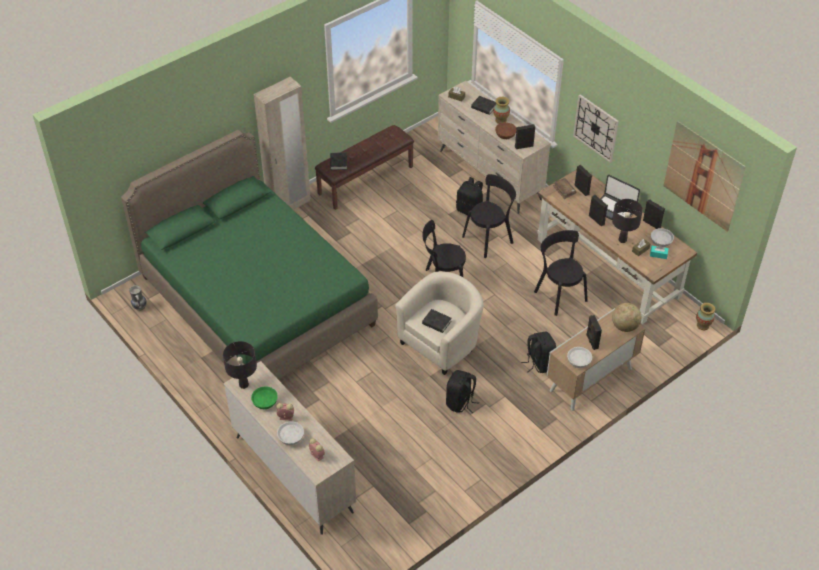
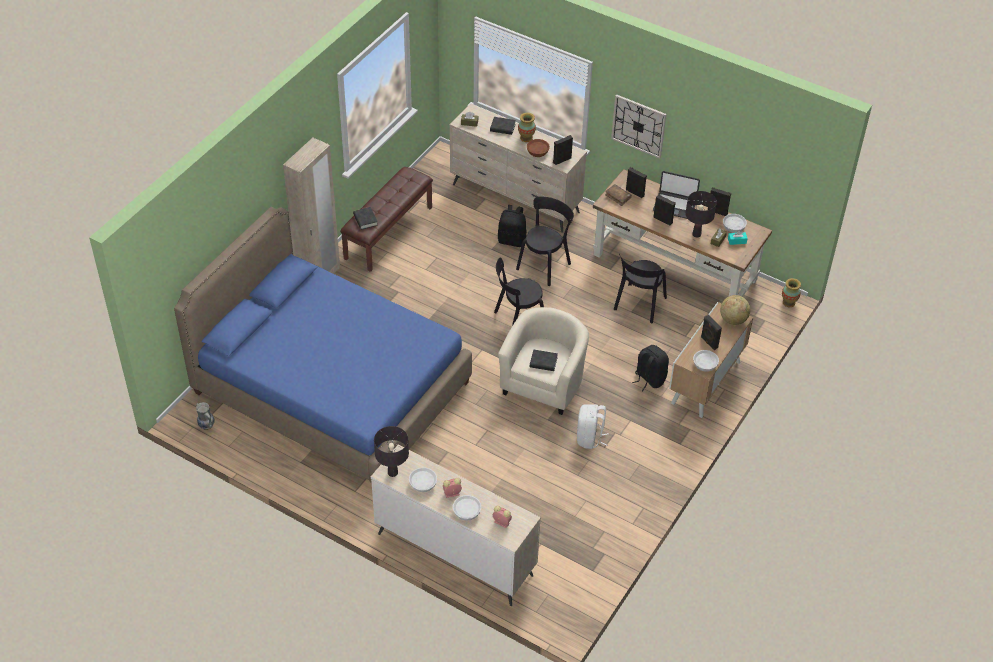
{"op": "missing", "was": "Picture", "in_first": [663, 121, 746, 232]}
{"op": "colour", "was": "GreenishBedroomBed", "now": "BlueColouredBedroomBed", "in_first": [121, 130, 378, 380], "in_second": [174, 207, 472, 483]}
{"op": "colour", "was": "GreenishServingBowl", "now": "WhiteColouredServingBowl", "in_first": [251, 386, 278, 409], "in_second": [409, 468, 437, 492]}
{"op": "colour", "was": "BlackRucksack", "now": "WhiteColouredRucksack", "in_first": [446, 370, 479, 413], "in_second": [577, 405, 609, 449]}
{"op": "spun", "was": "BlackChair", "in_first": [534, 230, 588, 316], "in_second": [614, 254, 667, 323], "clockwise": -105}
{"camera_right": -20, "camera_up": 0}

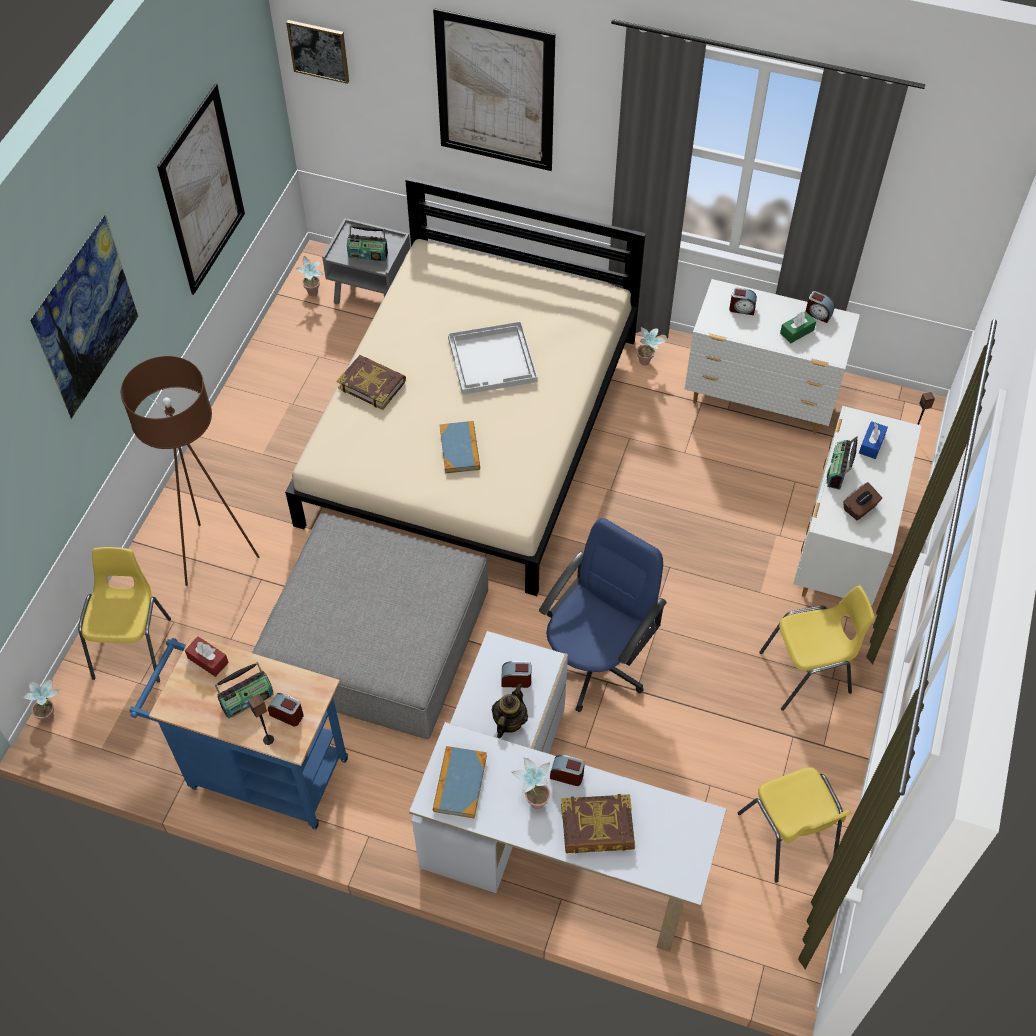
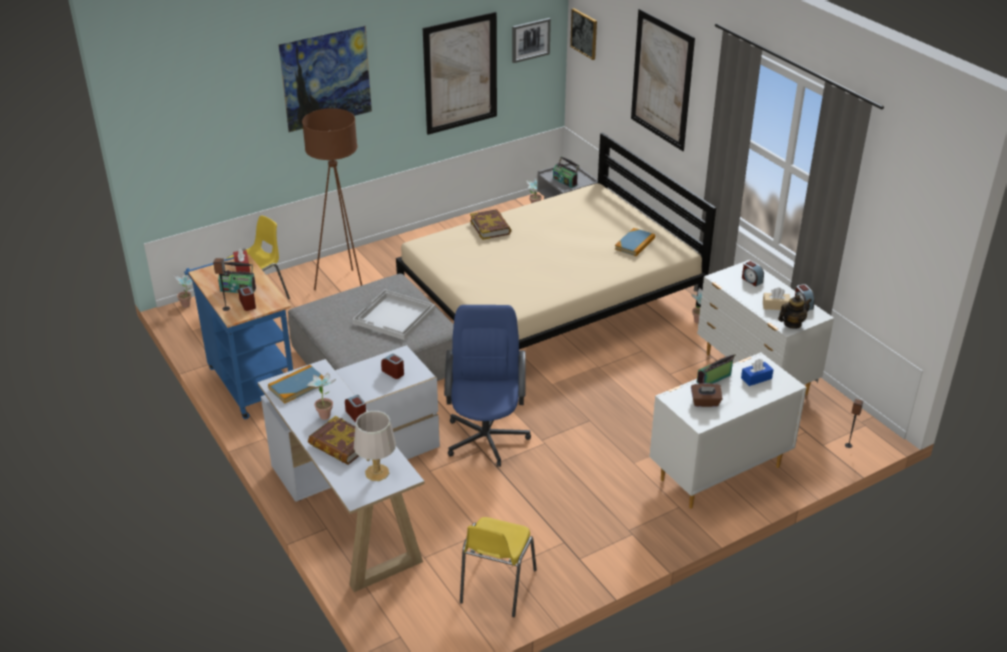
{"op": "missing", "was": "YellowColouredChair", "in_first": [759, 586, 875, 711]}
{"op": "appeared", "now": "GrayTableLamp", "in_second": [354, 411, 396, 481]}
{"op": "appeared", "now": "Picture", "in_second": [512, 18, 551, 63]}
{"op": "relocated", "was": "BoundBook", "in_first": [440, 421, 480, 473], "in_second": [615, 228, 655, 256]}
{"op": "relocated", "was": "WhiteColouredCarryingTray", "in_first": [448, 321, 538, 395], "in_second": [353, 289, 435, 340]}
{"op": "relocated", "was": "PotForTea", "in_first": [492, 683, 528, 738], "in_second": [778, 295, 812, 329]}
{"op": "colour", "was": "GreenishBoxOfTissues", "now": "SandColouredBoxOfTissues", "in_first": [780, 311, 816, 343], "in_second": [763, 288, 790, 310]}
{"op": "spun", "was": "BlueColouredDeskChair", "in_first": [539, 518, 667, 712], "in_second": [444, 305, 531, 467], "clockwise": -75}
{"camera_right": 40, "camera_up": -20}

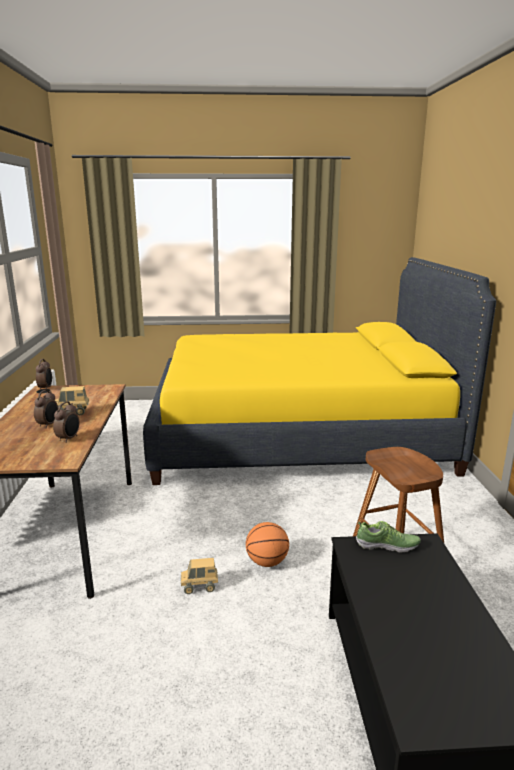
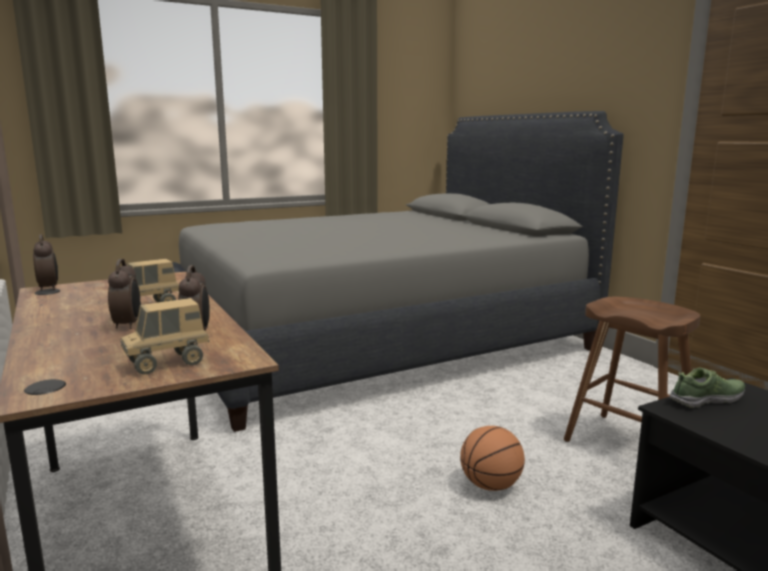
{"op": "relocated", "was": "ModelTruck", "in_first": [181, 558, 218, 594], "in_second": [121, 298, 209, 375]}
{"op": "colour", "was": "YellowColouredBedroomBed", "now": "GrayBedroomBed", "in_first": [143, 257, 496, 485], "in_second": [172, 111, 624, 432]}
{"camera_right": -25, "camera_up": -5}

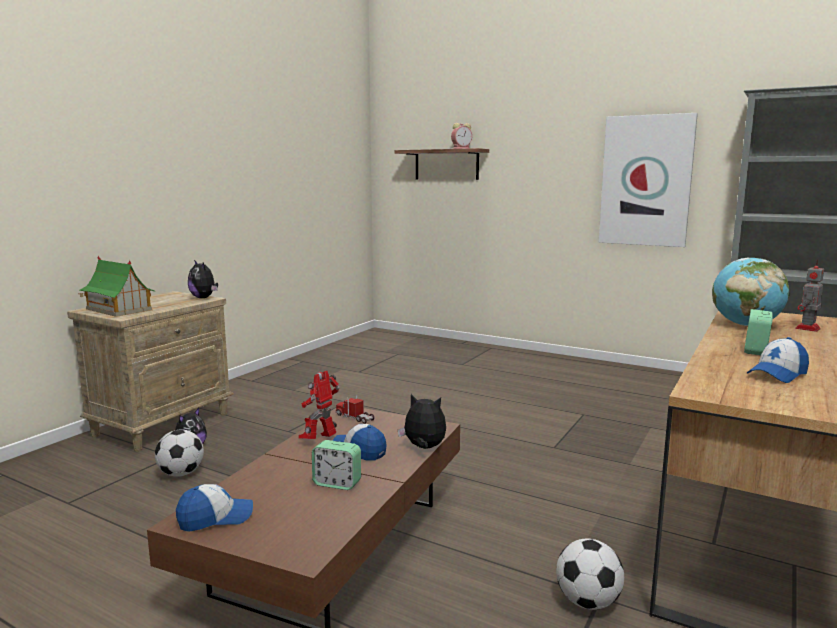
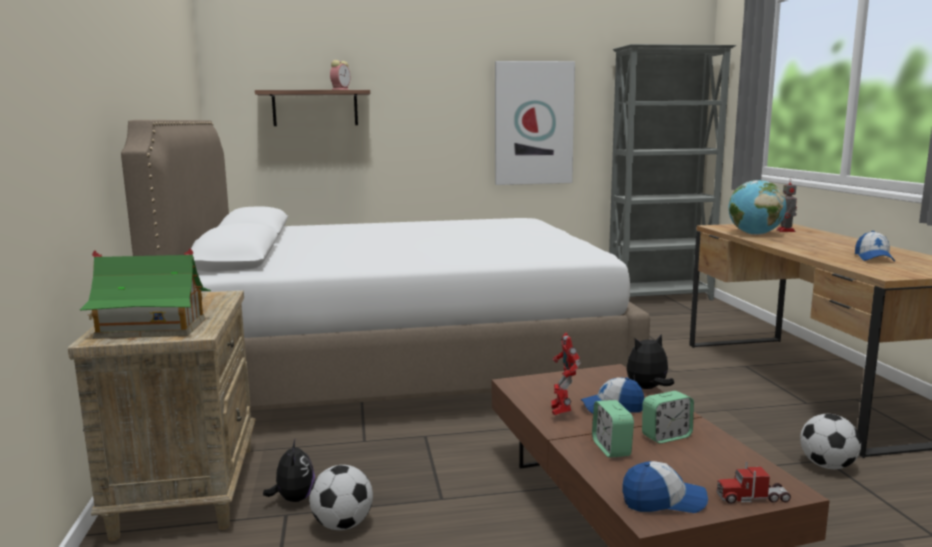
{"op": "missing", "was": "SoftToy", "in_first": [188, 260, 218, 298]}
{"op": "appeared", "now": "WhiteColouredBedroomBed", "in_second": [121, 120, 650, 411]}
{"op": "relocated", "was": "ModelTruck", "in_first": [336, 395, 375, 424], "in_second": [716, 462, 791, 504]}
{"op": "relocated", "was": "AlarmClock", "in_first": [744, 309, 773, 355], "in_second": [592, 400, 634, 458]}
{"op": "spun", "was": "BaseballCap", "in_first": [176, 484, 253, 532], "in_second": [622, 461, 708, 513], "clockwise": 60}
{"camera_right": -40, "camera_up": 0}

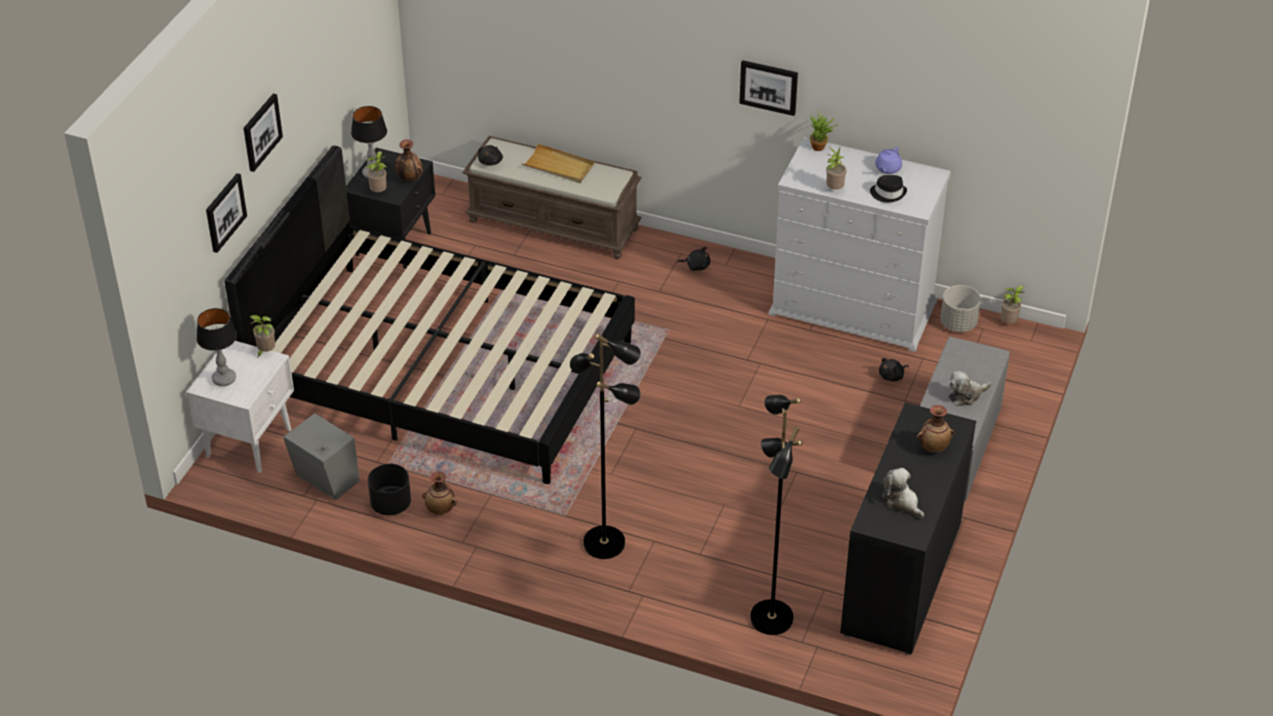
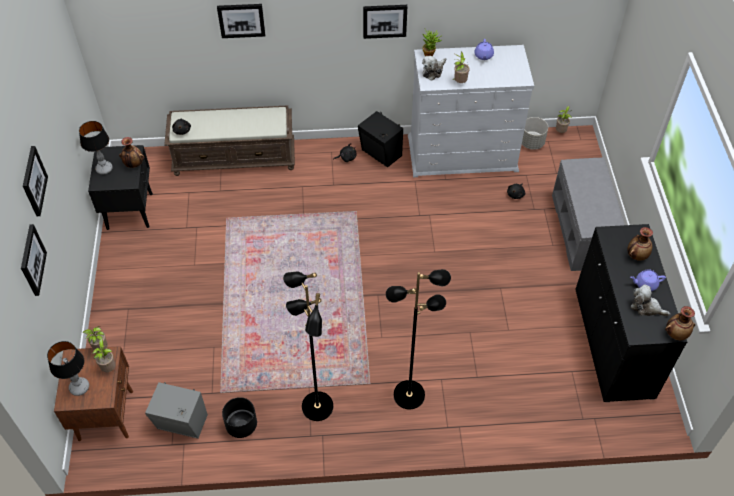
{"op": "missing", "was": "BlackBedroomBed", "in_first": [225, 146, 635, 484]}
{"op": "missing", "was": "SandColouredCarryingTray", "in_first": [522, 143, 595, 183]}
{"op": "missing", "was": "BlackClothingHat", "in_first": [870, 175, 907, 202]}
{"op": "appeared", "now": "Picture", "in_second": [217, 4, 265, 38]}
{"op": "appeared", "now": "BlackSpeaker", "in_second": [358, 111, 403, 167]}
{"op": "appeared", "now": "PurplePotForTea", "in_second": [630, 269, 666, 291]}
{"op": "relocated", "was": "PlantInAPot", "in_first": [366, 151, 387, 192], "in_second": [92, 338, 116, 372]}
{"op": "relocated", "was": "DecorativeVase", "in_first": [422, 471, 457, 515], "in_second": [665, 306, 695, 340]}
{"op": "relocated", "was": "BlackStandardLamp", "in_first": [750, 395, 803, 635], "in_second": [283, 272, 333, 421]}
{"op": "relocated", "was": "SoftToy", "in_first": [949, 371, 992, 406], "in_second": [422, 56, 446, 81]}
{"op": "colour", "was": "WhiteColouredNightTable", "now": "BrownishNightTable", "in_first": [186, 341, 294, 473], "in_second": [54, 346, 133, 441]}
{"camera_right": -25, "camera_up": 10}

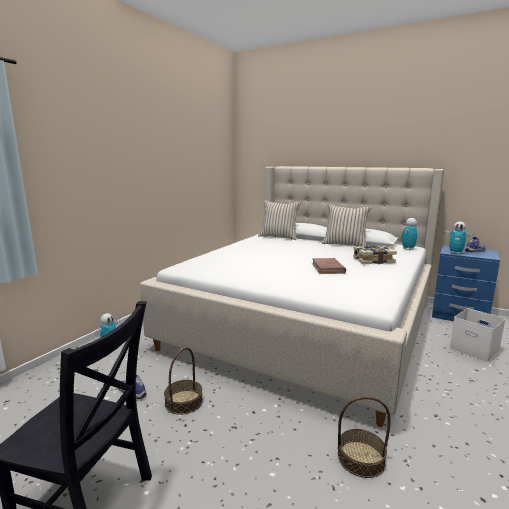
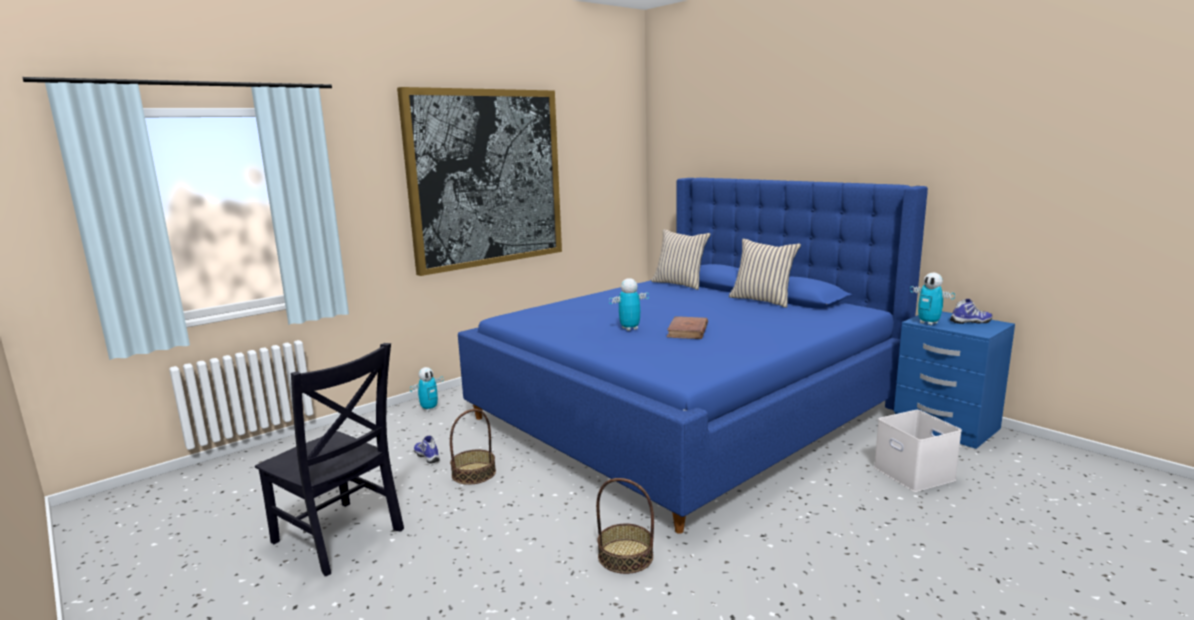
{"op": "missing", "was": "BoundBook", "in_first": [353, 246, 397, 264]}
{"op": "appeared", "now": "Picture", "in_second": [397, 87, 562, 276]}
{"op": "relocated", "was": "ModelRobot", "in_first": [402, 218, 417, 250], "in_second": [609, 278, 649, 331]}
{"op": "colour", "was": "SandColouredBedroomBed", "now": "BlueColouredBedroomBed", "in_first": [140, 166, 444, 427], "in_second": [458, 178, 928, 534]}
{"camera_right": 20, "camera_up": 0}

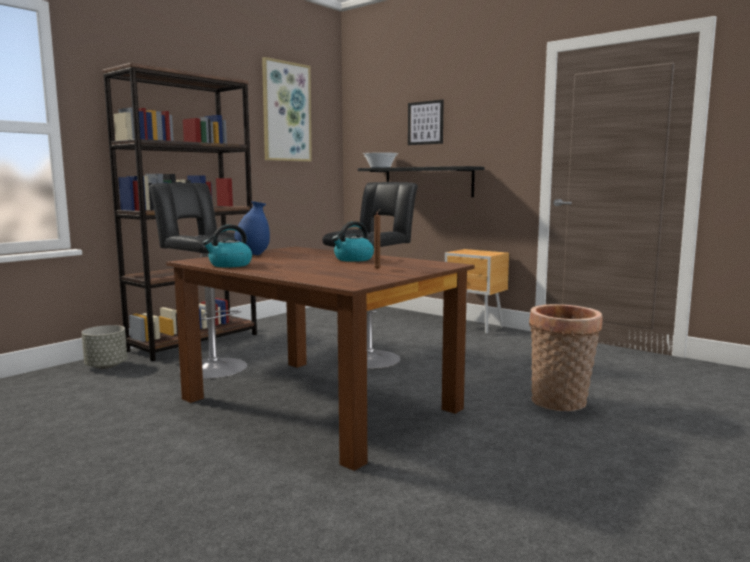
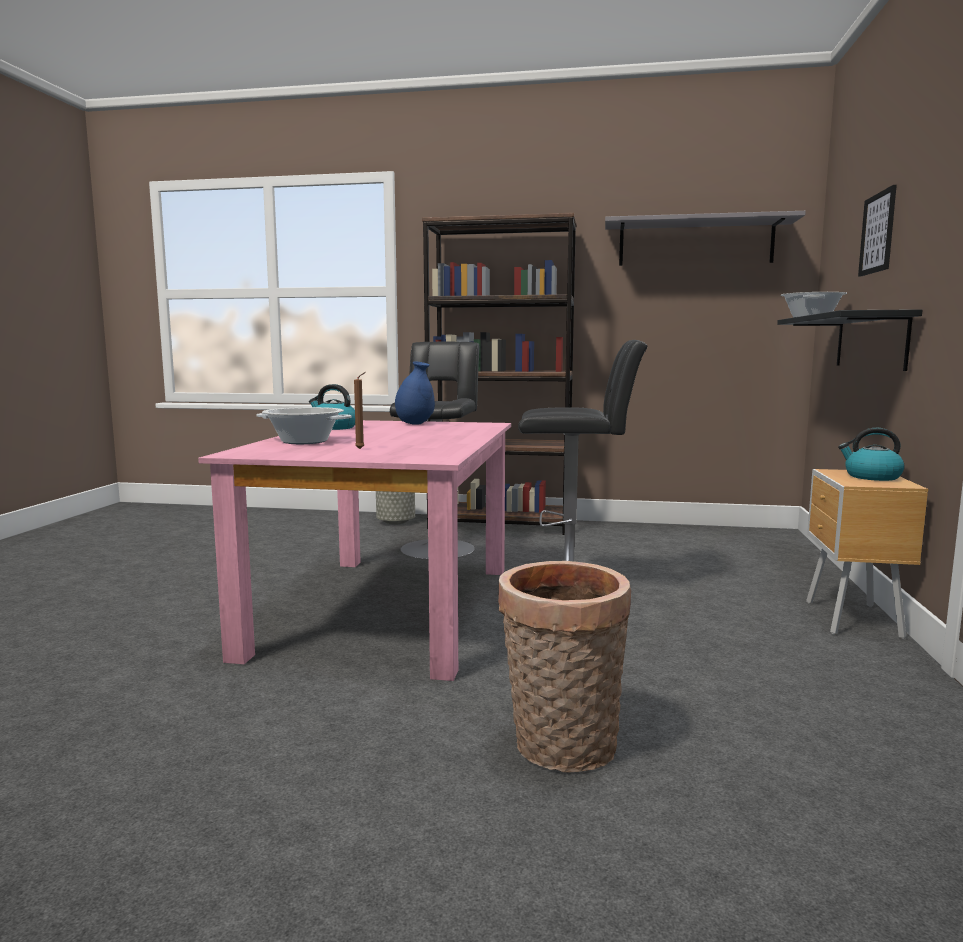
{"op": "appeared", "now": "Saucepot", "in_second": [256, 407, 352, 444]}
{"op": "relocated", "was": "WaterKettle", "in_first": [332, 221, 374, 262], "in_second": [838, 428, 905, 481]}
{"op": "exchanged", "was": "Picture", "now": "GrayBracketShelf", "in_first": [262, 57, 312, 162], "in_second": [605, 211, 806, 266]}
{"op": "colour", "was": "BrownishDiningTable", "now": "PinkDiningTable", "in_first": [166, 247, 475, 471], "in_second": [198, 420, 511, 681]}
{"camera_right": 60, "camera_up": 0}

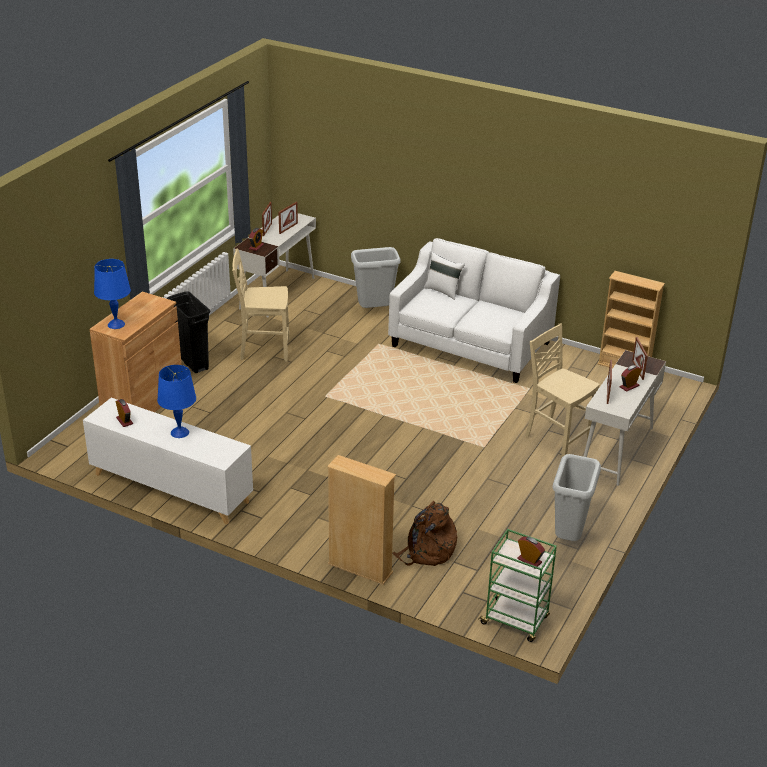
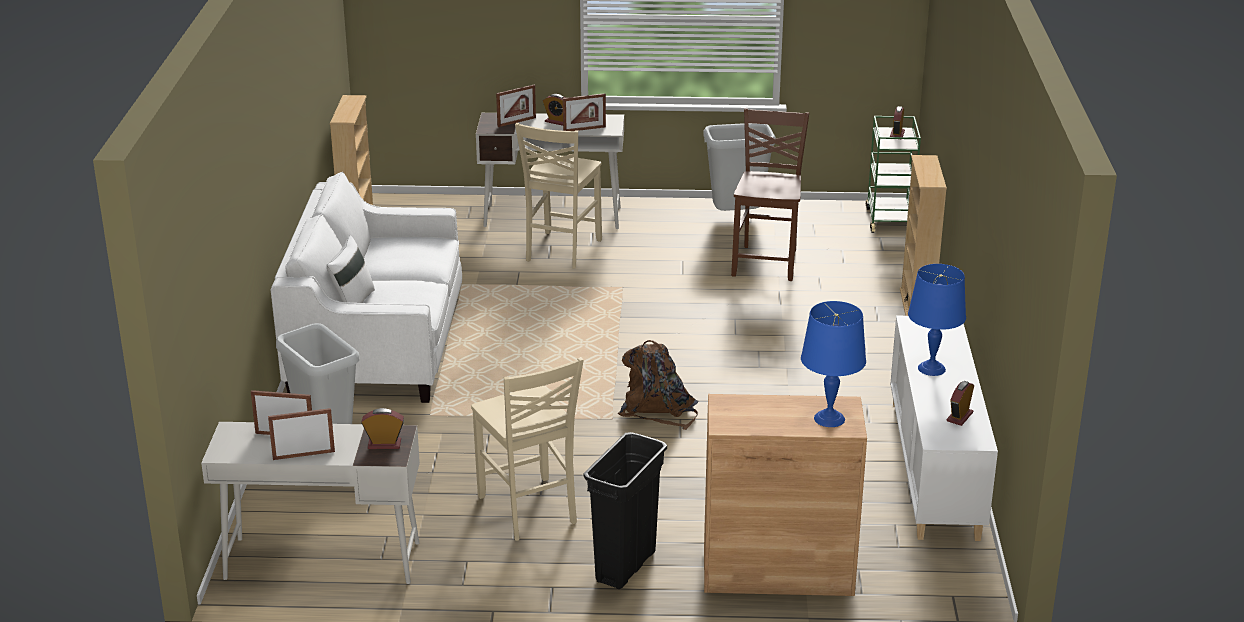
{"op": "appeared", "now": "BrownishChair", "in_second": [731, 108, 809, 281]}
{"op": "relocated", "was": "BrownishRucksack", "in_first": [392, 501, 457, 566], "in_second": [618, 340, 698, 430]}
{"camera_right": -115, "camera_up": -5}

